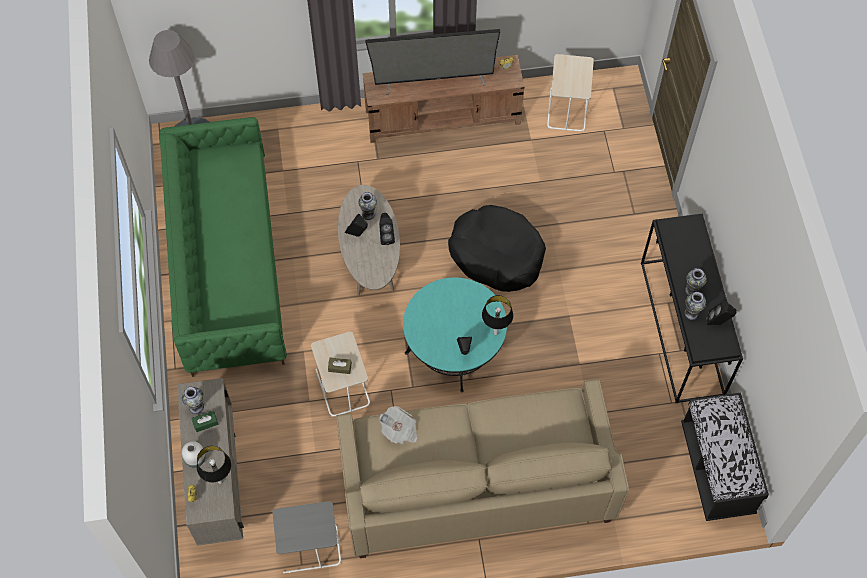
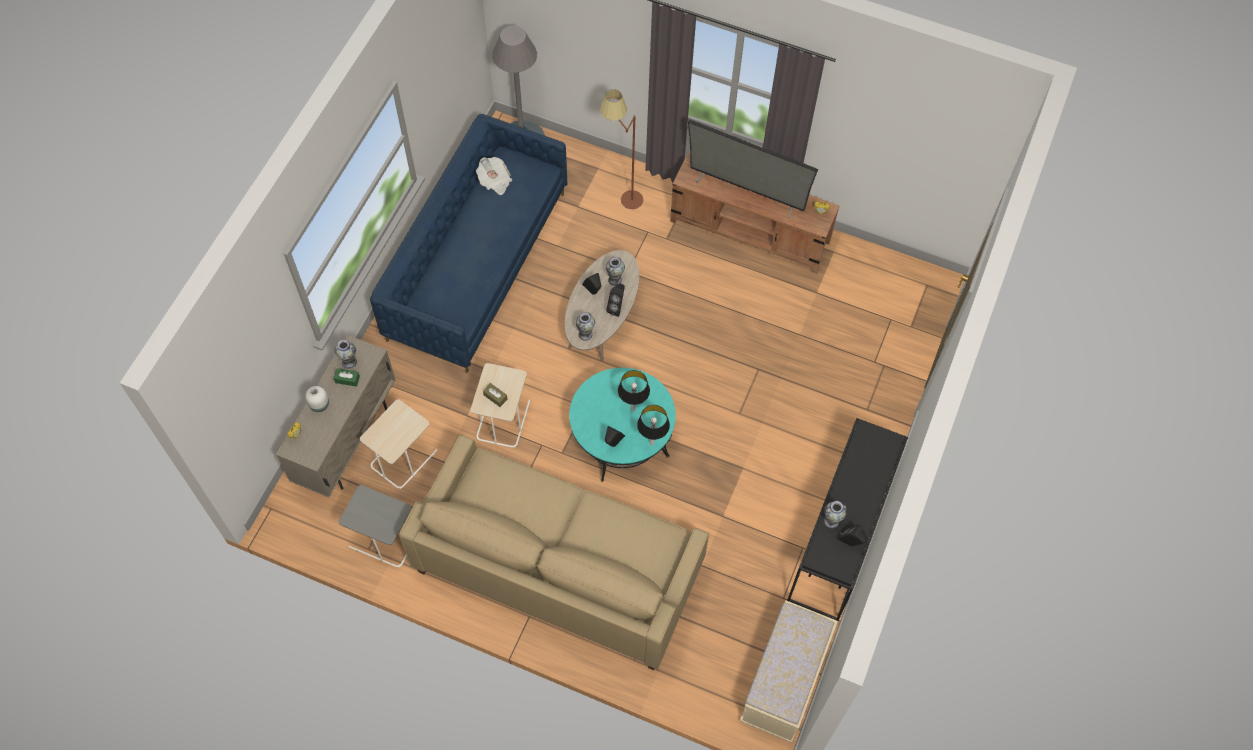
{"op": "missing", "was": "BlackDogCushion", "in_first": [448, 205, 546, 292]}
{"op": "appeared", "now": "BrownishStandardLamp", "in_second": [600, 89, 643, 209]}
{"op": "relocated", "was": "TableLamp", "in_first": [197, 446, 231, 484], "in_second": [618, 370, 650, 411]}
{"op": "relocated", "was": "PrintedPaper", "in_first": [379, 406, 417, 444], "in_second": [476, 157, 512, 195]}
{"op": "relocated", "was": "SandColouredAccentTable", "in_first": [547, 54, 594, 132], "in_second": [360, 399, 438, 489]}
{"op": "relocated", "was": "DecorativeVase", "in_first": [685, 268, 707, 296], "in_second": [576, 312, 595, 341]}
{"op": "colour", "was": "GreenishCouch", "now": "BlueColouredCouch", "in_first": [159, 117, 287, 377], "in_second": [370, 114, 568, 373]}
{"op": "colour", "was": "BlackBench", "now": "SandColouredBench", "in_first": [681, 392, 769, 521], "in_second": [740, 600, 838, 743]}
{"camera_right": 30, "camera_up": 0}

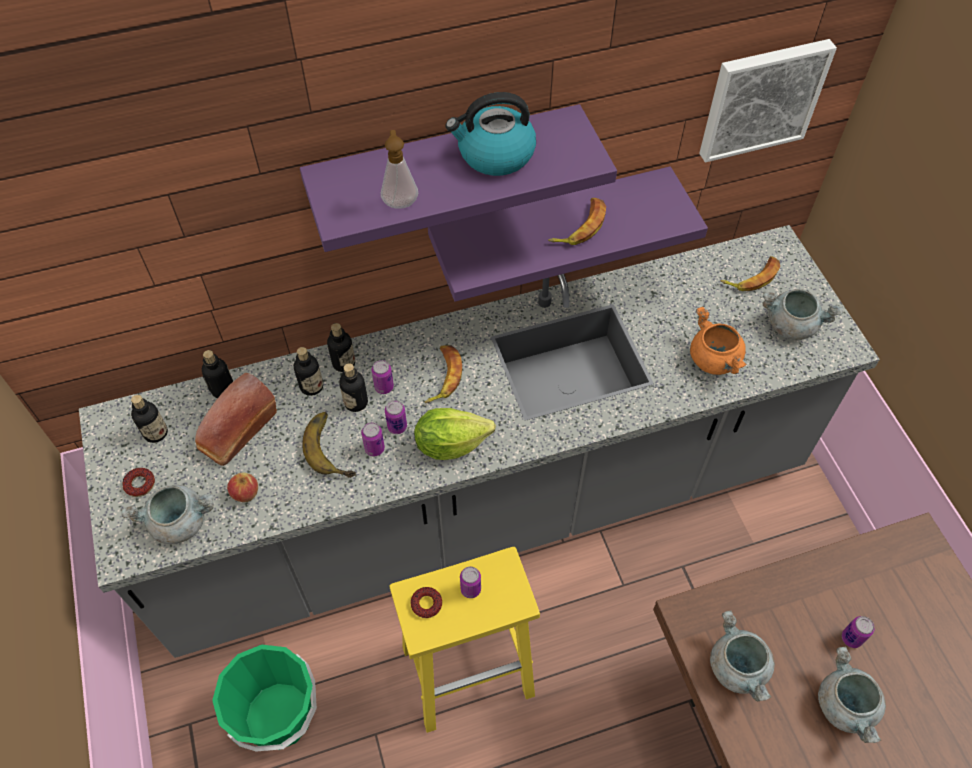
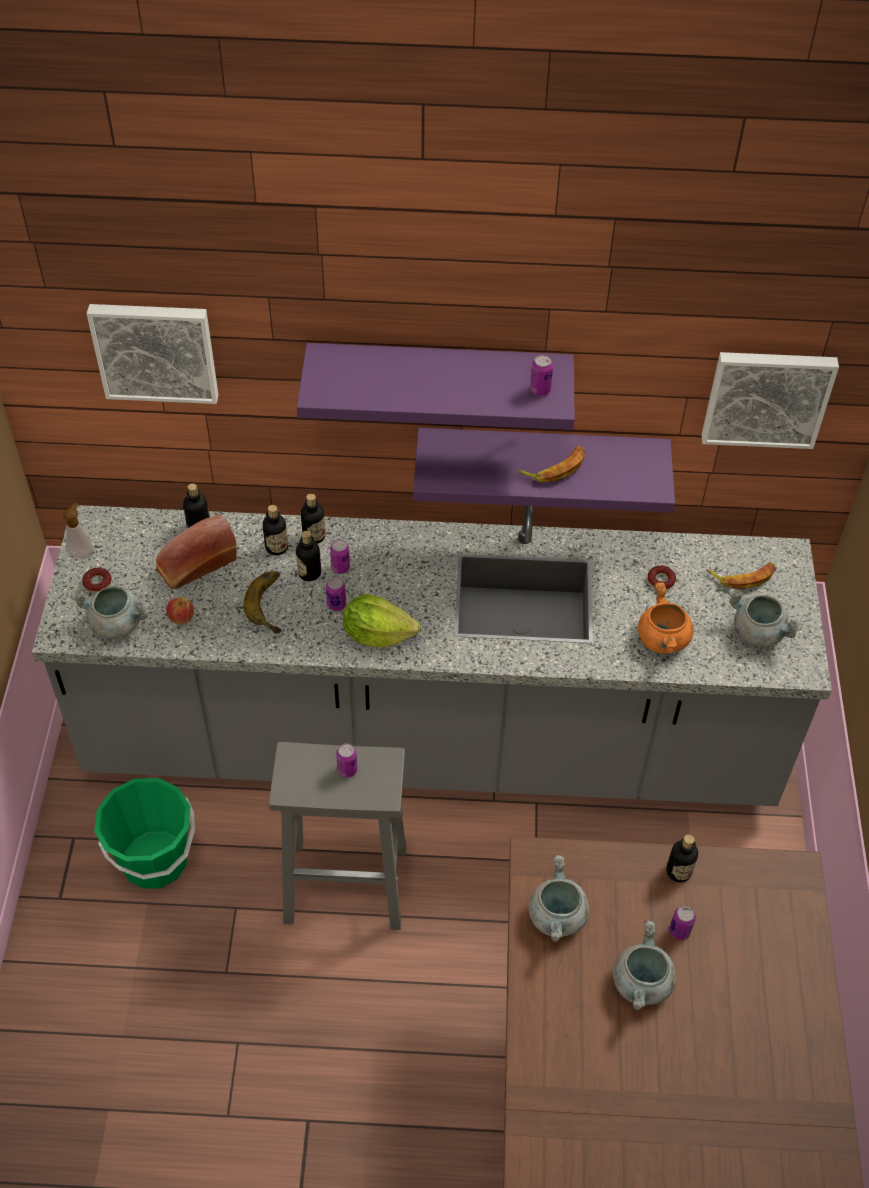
{"op": "missing", "was": "BananaFruit", "in_first": [424, 345, 462, 403]}
{"op": "missing", "was": "WaterKettle", "in_first": [446, 92, 536, 176]}
{"op": "appeared", "now": "Picture", "in_second": [86, 304, 219, 404]}
{"op": "relocated", "was": "DrinkBottle", "in_first": [131, 395, 168, 443], "in_second": [666, 834, 698, 882]}
{"op": "relocated", "was": "MetalCan", "in_first": [361, 422, 385, 456], "in_second": [530, 354, 553, 396]}
{"op": "relocated", "was": "LiquidSoapBottle", "in_first": [381, 130, 418, 209], "in_second": [63, 503, 94, 559]}
{"op": "relocated", "was": "Doughnut", "in_first": [411, 587, 442, 618], "in_second": [648, 565, 676, 590]}
{"op": "colour", "was": "YellowColouredStool", "now": "GrayStool", "in_first": [389, 547, 540, 733], "in_second": [269, 742, 406, 930]}
{"camera_right": 20, "camera_up": -5}

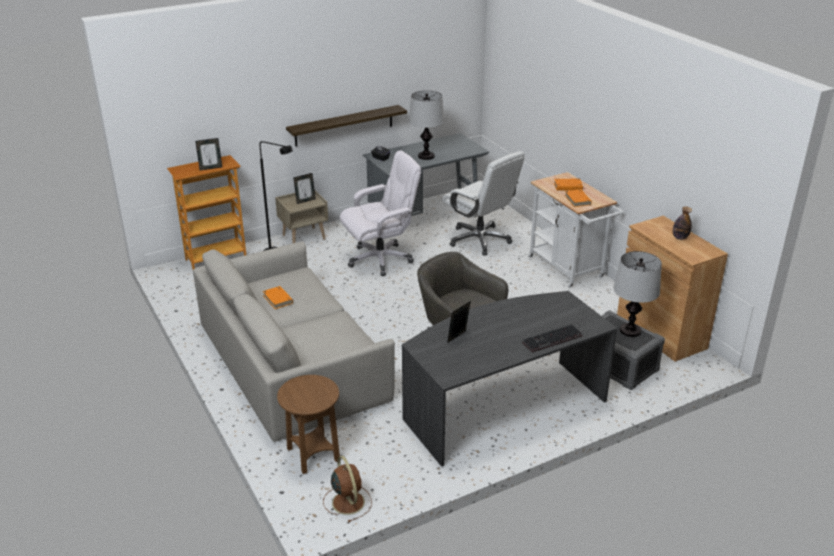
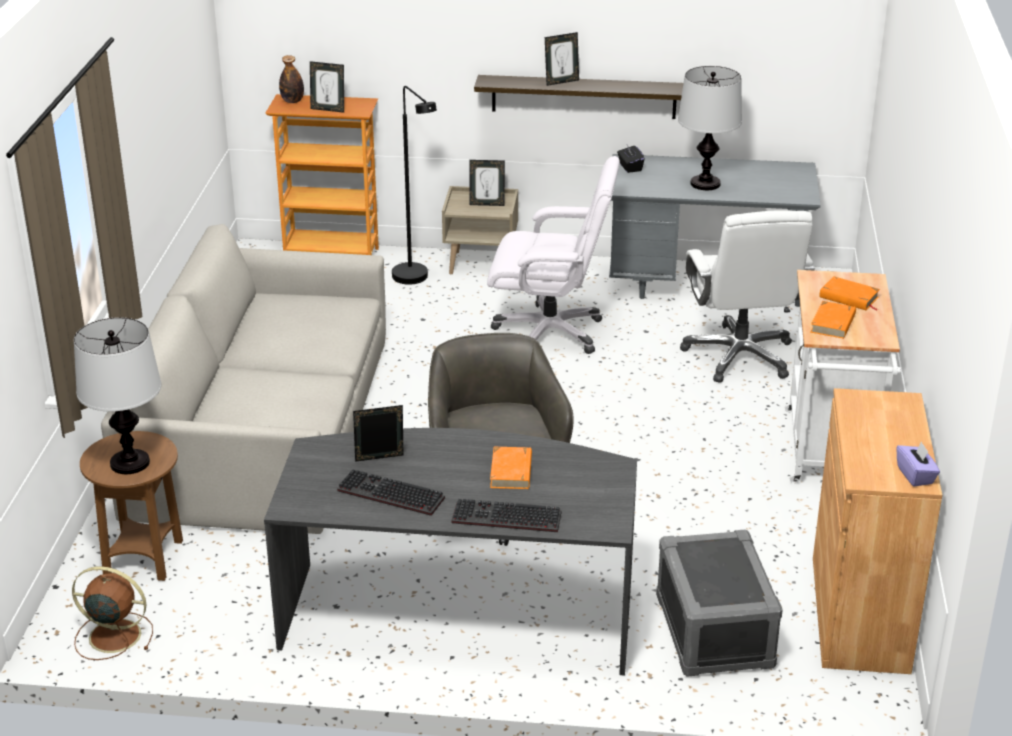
{"op": "appeared", "now": "ComputerKeyboard", "in_second": [337, 470, 445, 516]}
{"op": "appeared", "now": "PictureFrame", "in_second": [545, 32, 579, 86]}
{"op": "appeared", "now": "PurpleBoxOfTissues", "in_second": [897, 441, 940, 486]}
{"op": "relocated", "was": "OrangeyBoundBook", "in_first": [263, 286, 293, 309], "in_second": [490, 447, 532, 489]}
{"op": "relocated", "was": "TableLamp", "in_first": [614, 251, 662, 337], "in_second": [74, 317, 161, 474]}
{"op": "relocated", "was": "DrinkBottle", "in_first": [673, 206, 692, 240], "in_second": [279, 55, 304, 103]}
{"op": "spun", "was": "BrownishElectricFan", "in_first": [323, 456, 372, 522], "in_second": [72, 566, 153, 660], "clockwise": -90}
{"camera_right": 35, "camera_up": 0}

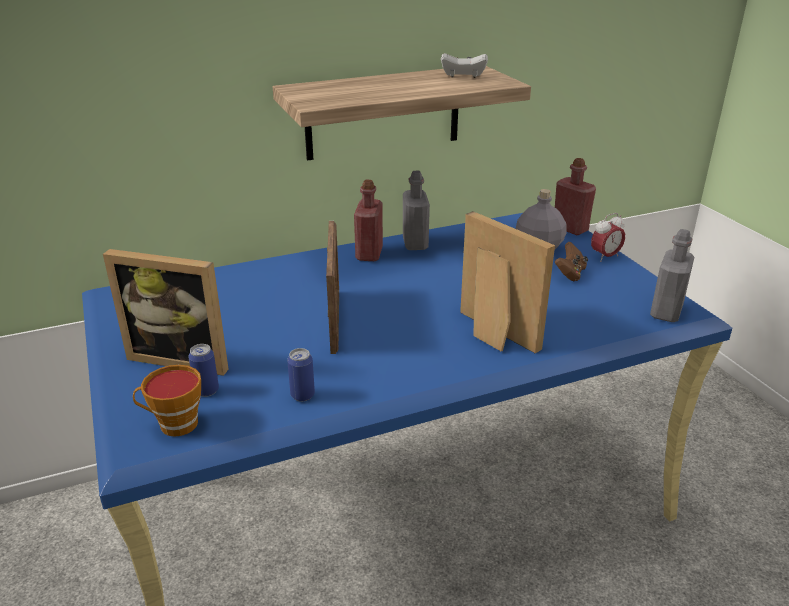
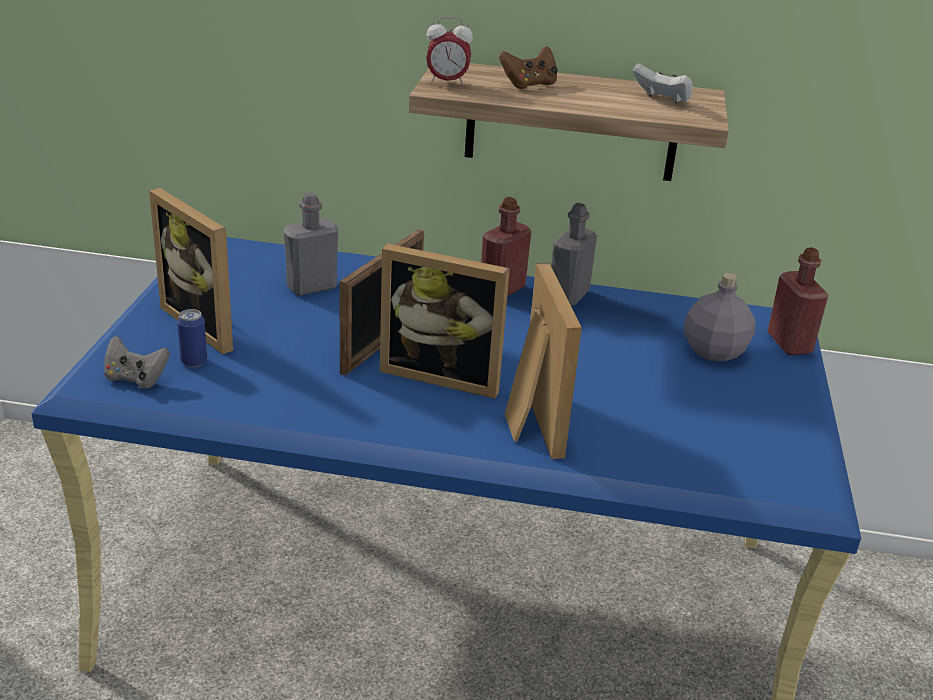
{"op": "missing", "was": "MetalCan", "in_first": [287, 348, 315, 402]}
{"op": "appeared", "now": "PictureFrame", "in_second": [380, 244, 510, 399]}
{"op": "relocated", "was": "BrownishJoypad", "in_first": [555, 242, 588, 281], "in_second": [499, 46, 558, 89]}
{"op": "relocated", "was": "AlarmClock", "in_first": [591, 213, 625, 262], "in_second": [426, 16, 473, 86]}
{"op": "relocated", "was": "GrayDrinkBottle", "in_first": [650, 229, 694, 322], "in_second": [284, 192, 338, 296]}
{"op": "exchanged", "was": "SmallCup", "now": "GrayJoypad", "in_first": [133, 365, 201, 437], "in_second": [104, 336, 170, 389]}
{"camera_right": 30, "camera_up": 0}

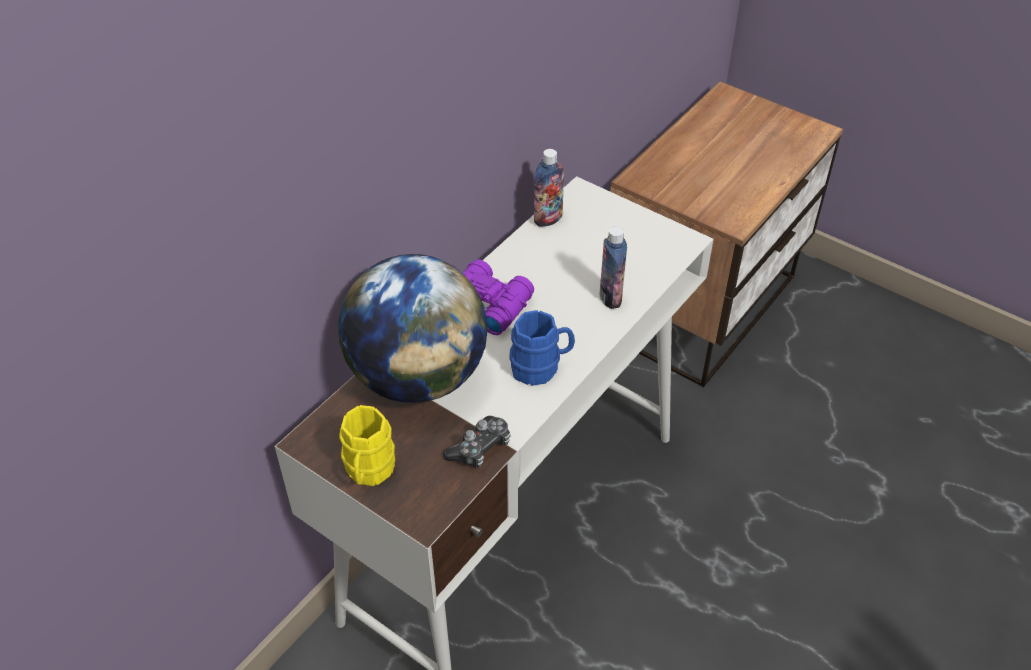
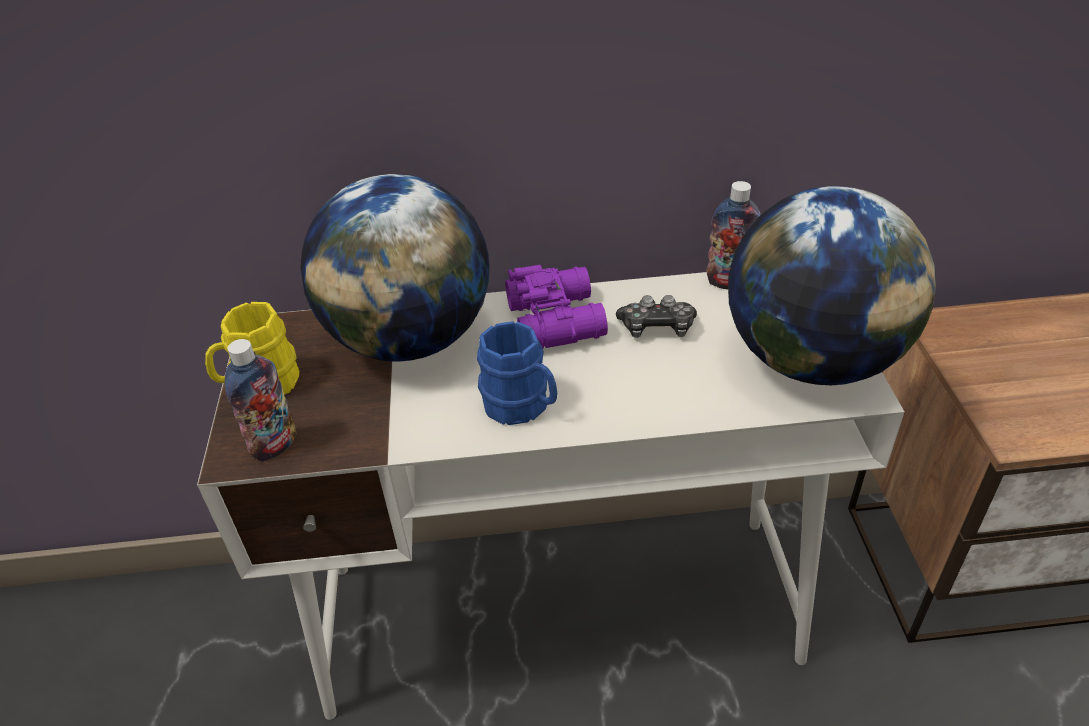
{"op": "appeared", "now": "WorldGlobe", "in_second": [728, 186, 936, 385]}
{"op": "relocated", "was": "Joypad", "in_first": [443, 416, 511, 468], "in_second": [616, 295, 697, 338]}
{"op": "relocated", "was": "DrinkBottle", "in_first": [599, 226, 627, 309], "in_second": [225, 339, 296, 462]}
{"camera_right": 50, "camera_up": -5}

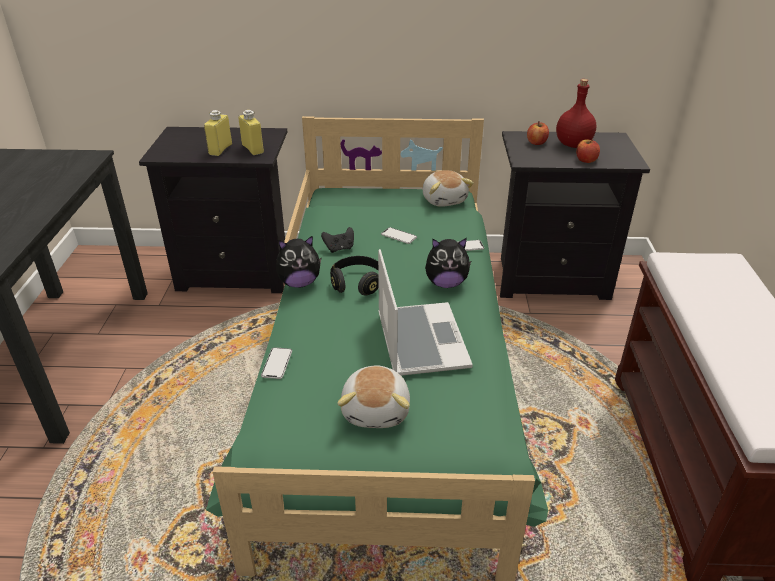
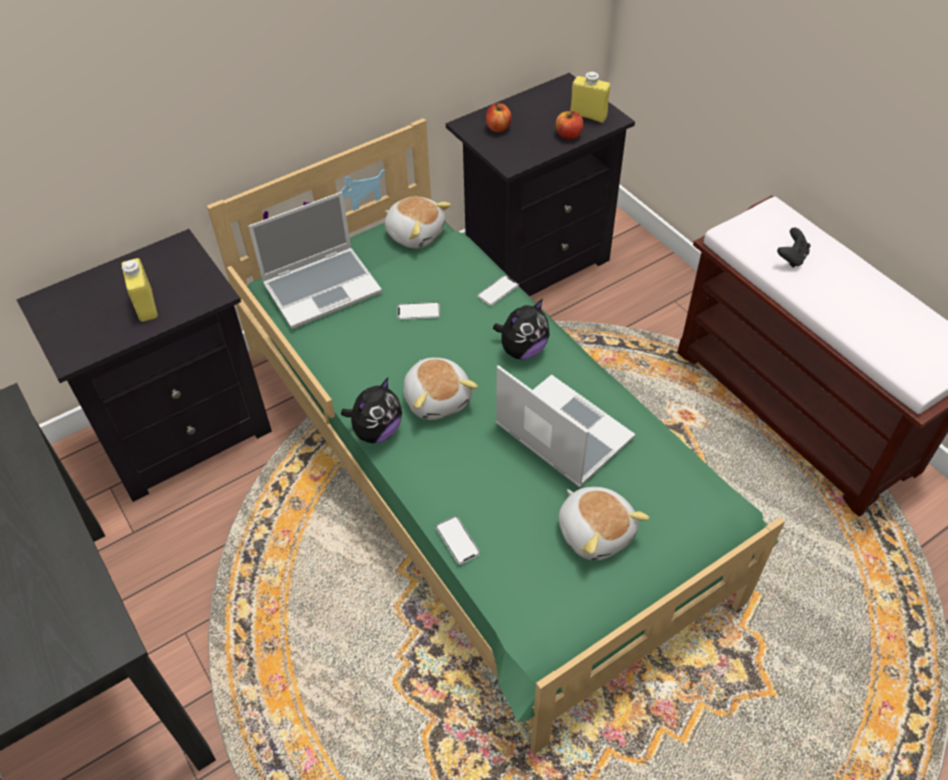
{"op": "missing", "was": "RedDrinkBottle", "in_first": [556, 79, 596, 148]}
{"op": "appeared", "now": "Laptop", "in_second": [248, 192, 382, 329]}
{"op": "relocated", "was": "YellowColouredDrinkBottle", "in_first": [238, 110, 264, 155], "in_second": [570, 72, 610, 123]}
{"op": "relocated", "was": "BlackJoypad", "in_first": [321, 227, 354, 253], "in_second": [777, 228, 811, 268]}
{"op": "exchanged", "was": "BlackHeadphones", "now": "SoftToy", "in_first": [330, 256, 379, 296], "in_second": [404, 358, 478, 420]}
{"camera_right": -35, "camera_up": 15}

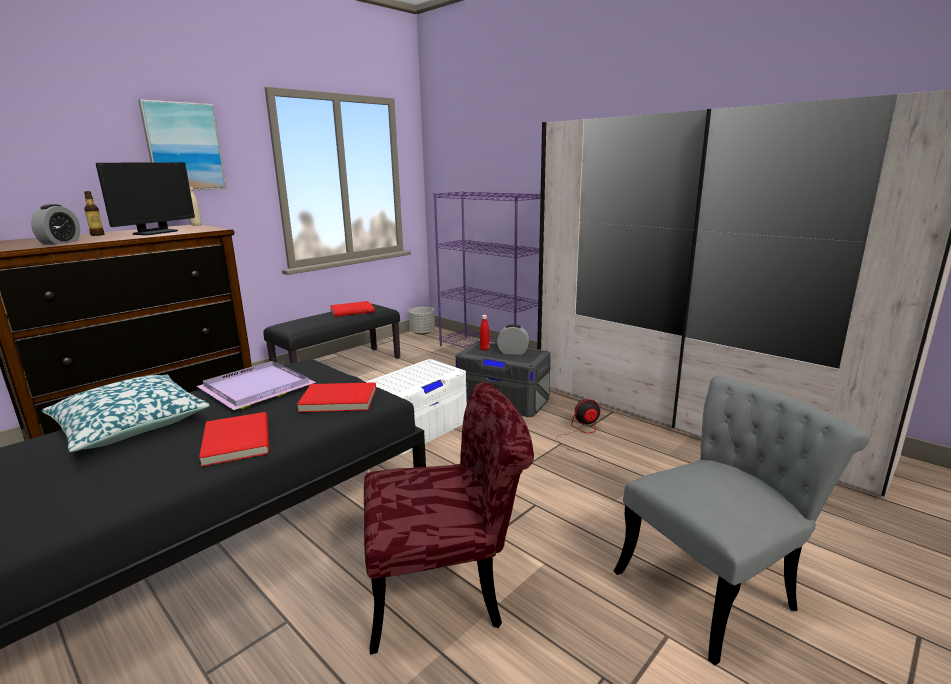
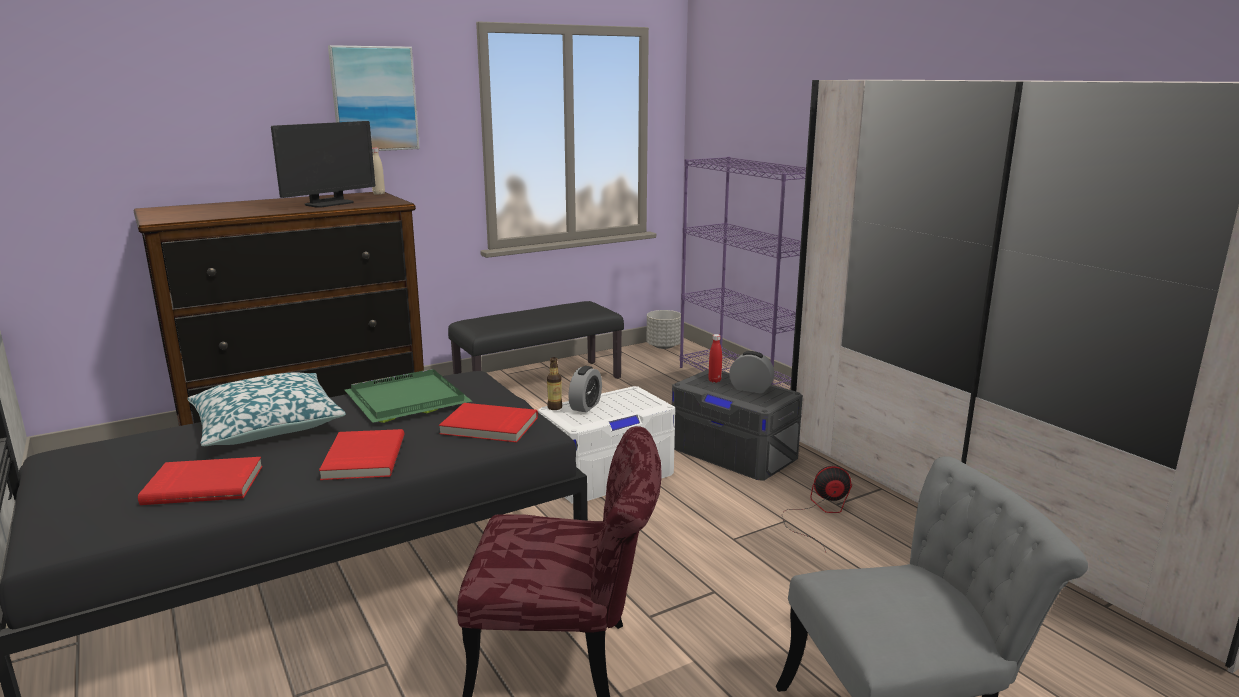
{"op": "relocated", "was": "AlarmClock", "in_first": [31, 204, 80, 244], "in_second": [568, 366, 602, 413]}
{"op": "relocated", "was": "DrinkBottle", "in_first": [84, 191, 105, 236], "in_second": [547, 357, 562, 410]}
{"op": "relocated", "was": "RedBoundBook", "in_first": [330, 301, 375, 317], "in_second": [138, 457, 263, 505]}
{"op": "colour", "was": "PurpleCarryingTray", "now": "GreenishCarryingTray", "in_first": [197, 361, 316, 410], "in_second": [345, 369, 472, 423]}
{"camera_right": 15, "camera_up": 0}

